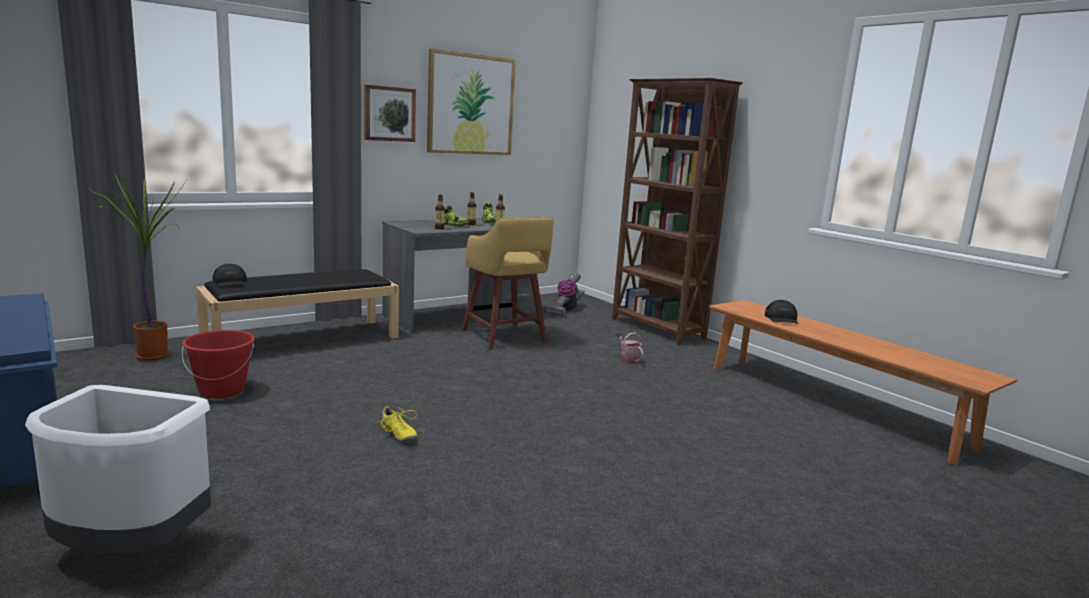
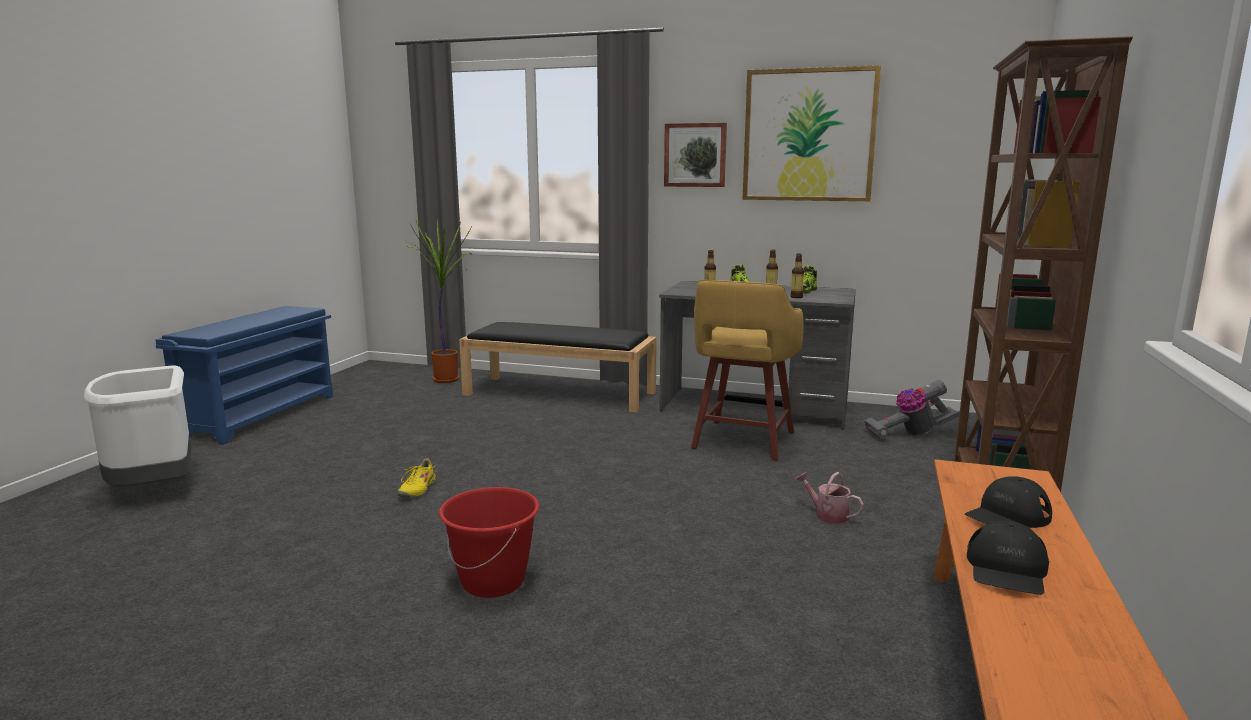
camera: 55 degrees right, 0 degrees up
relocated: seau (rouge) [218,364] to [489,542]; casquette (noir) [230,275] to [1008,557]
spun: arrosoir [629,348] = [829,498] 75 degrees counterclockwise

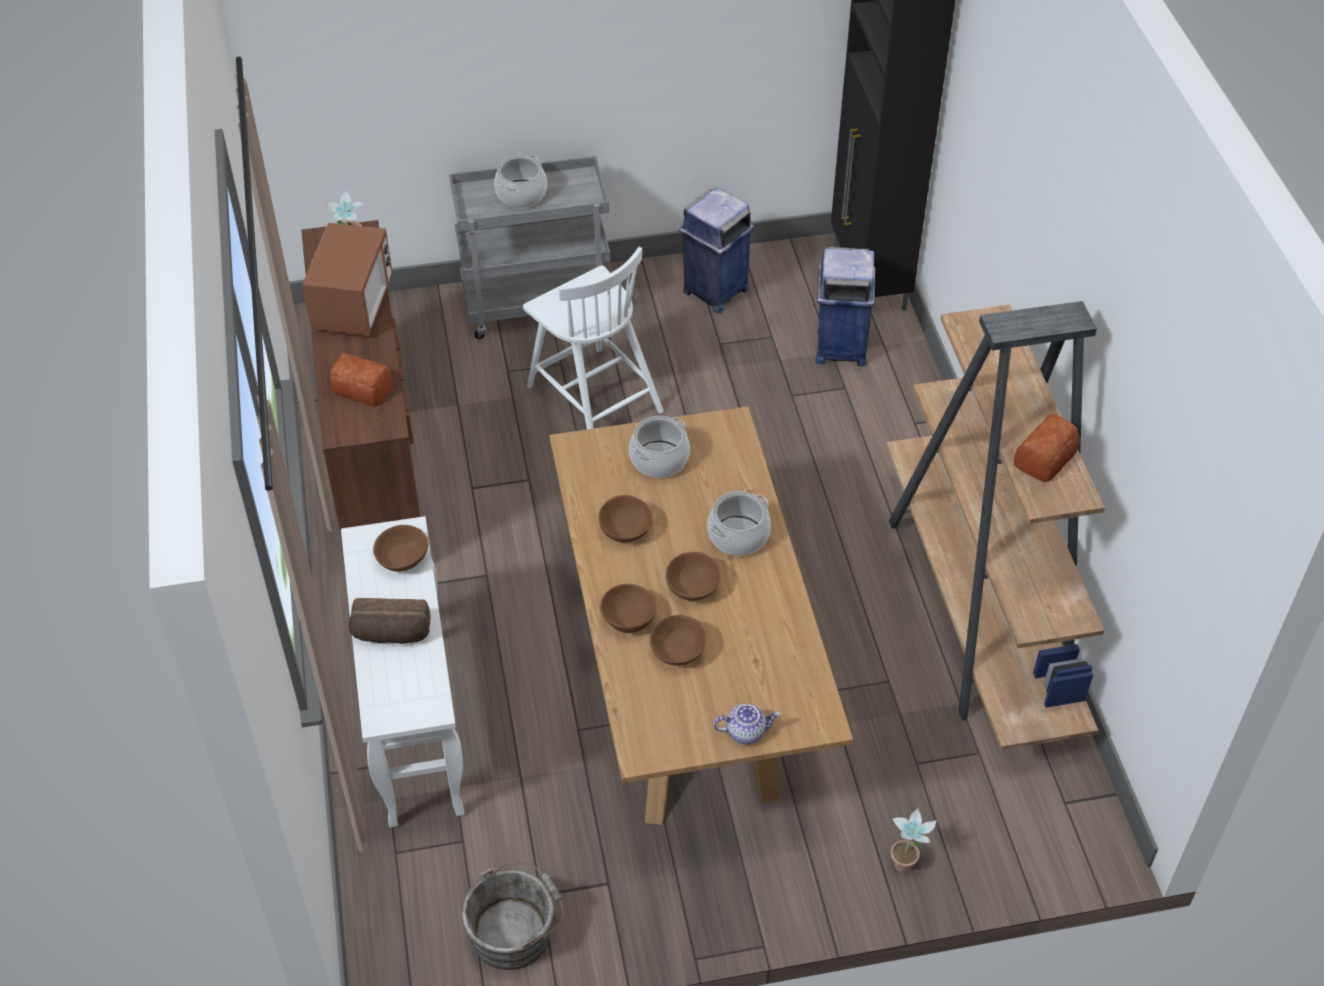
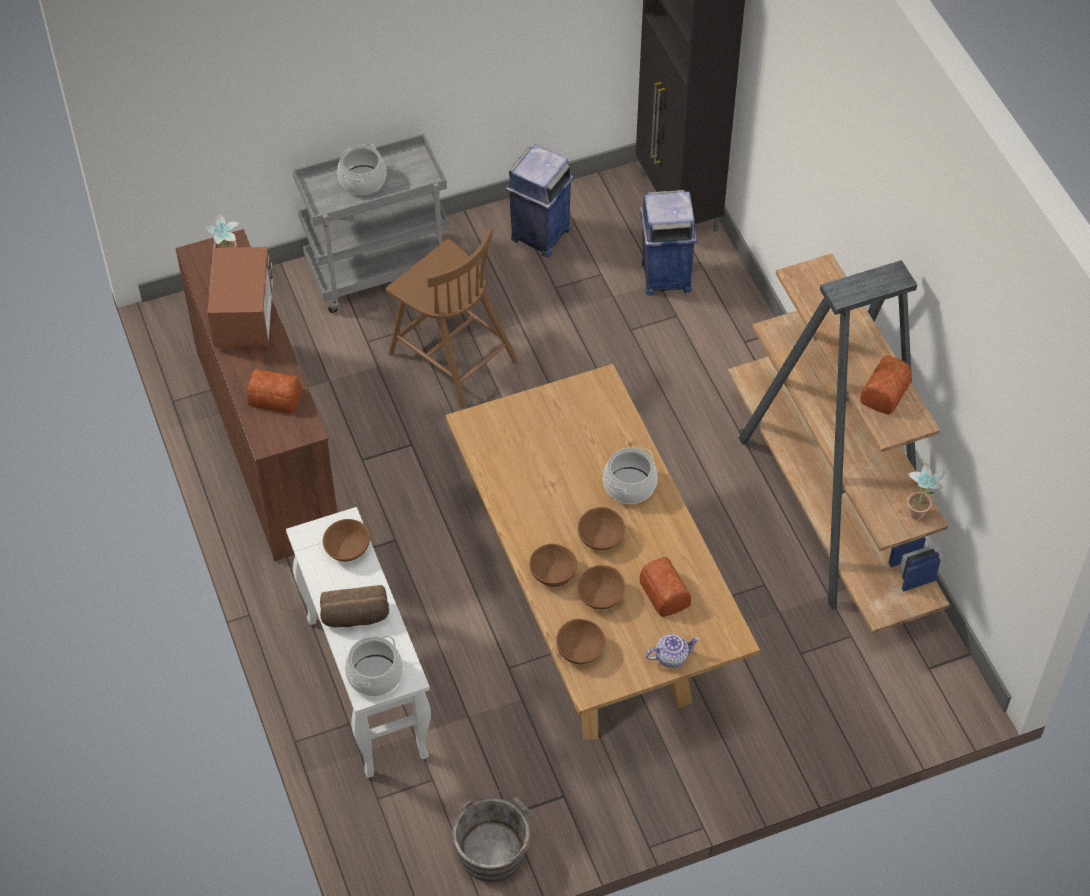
camera: 10 degrees left, 5 degrees up
appeared: pain [665,587]
relocated: marmite [659,447] to [374,666]; bol (marron) [626,518] to [581,641]; plante en pot [913,840] to [925,491]
colour: chaise (blanc) [593,338] to chaise (marron) [452,317]

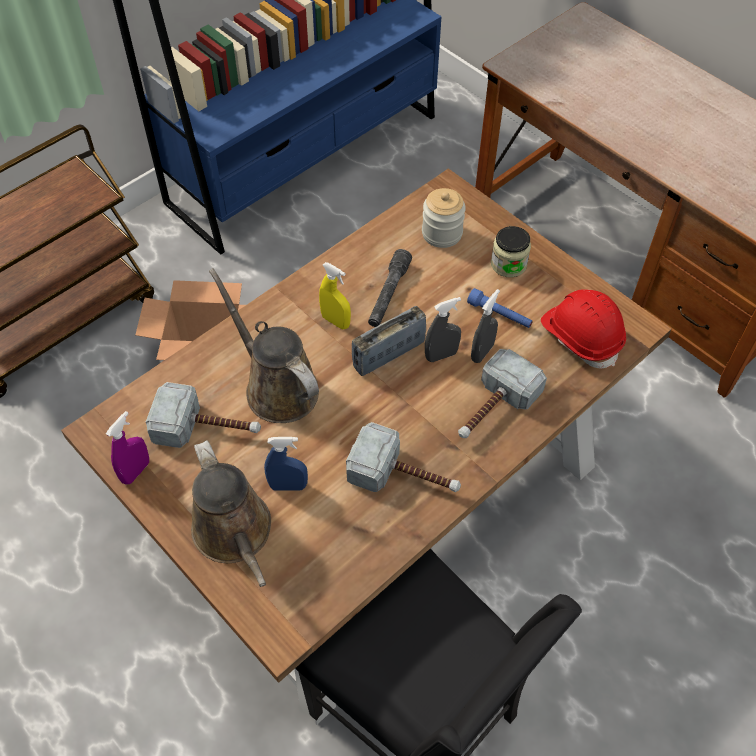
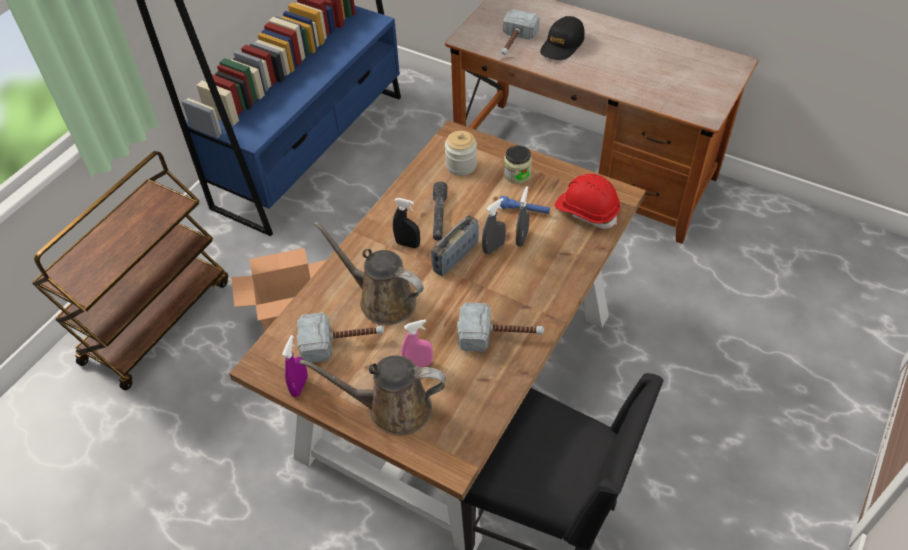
camera: 15 degrees left, 5 degrees down
appeared: casquette (noir) [562,38]
relocated: marteau [502,393] to [520,32]
colour: vaporisateur (jaune) [335,295] to vaporisateur (noir) [406,223]; vaporisateur (bleu) [286,464] to vaporisateur (rose) [417,343]
spun: arrosoir (marron) [231,513] = [372,395] 135 degrees clockwise

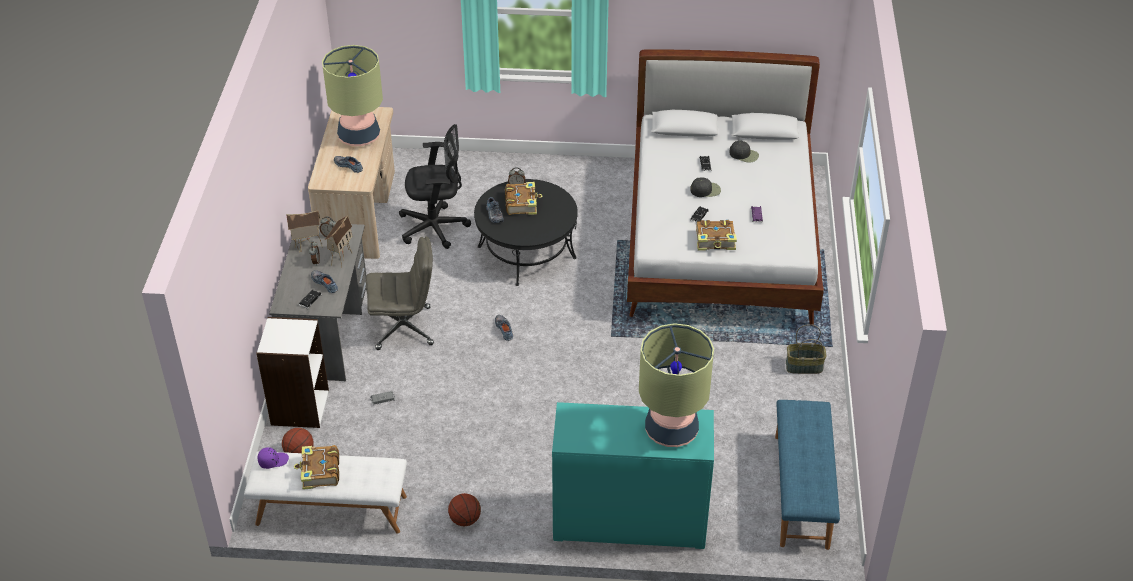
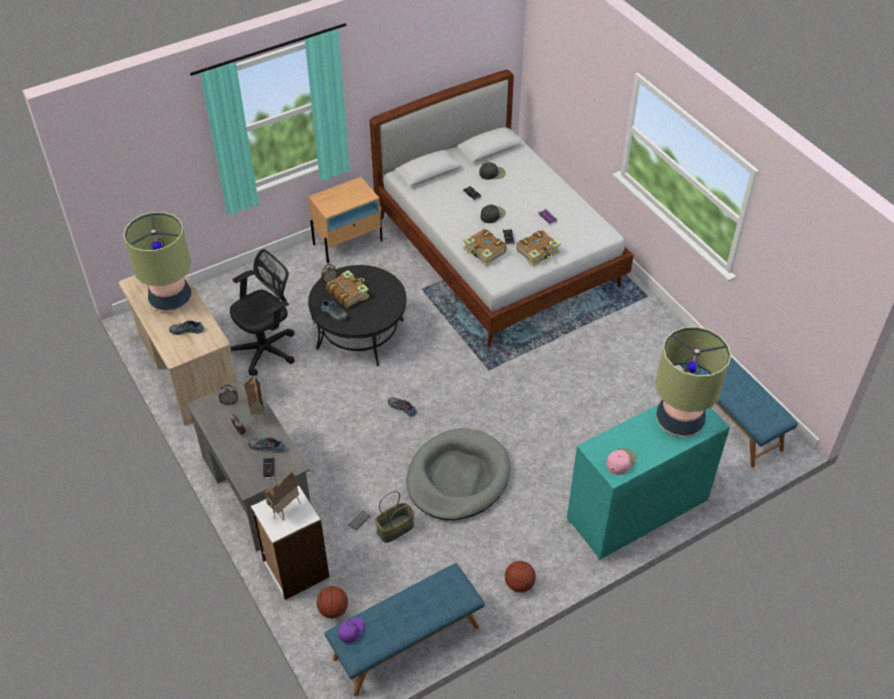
camera: 35 degrees left, 5 degrees up
missing: chaise de bureau (gris) [400,293]
appeared: table de chevet (beige) [345,220]; panier pour chien (gris) [458,474]; casquette (rose) [621,461]
relocated: maison miniature [304,231] to [282,496]; panier [806,349] to [394,517]; livre [316,467] to [484,247]
colour: banc (blanc) [325,492] to banc (bleu) [405,629]

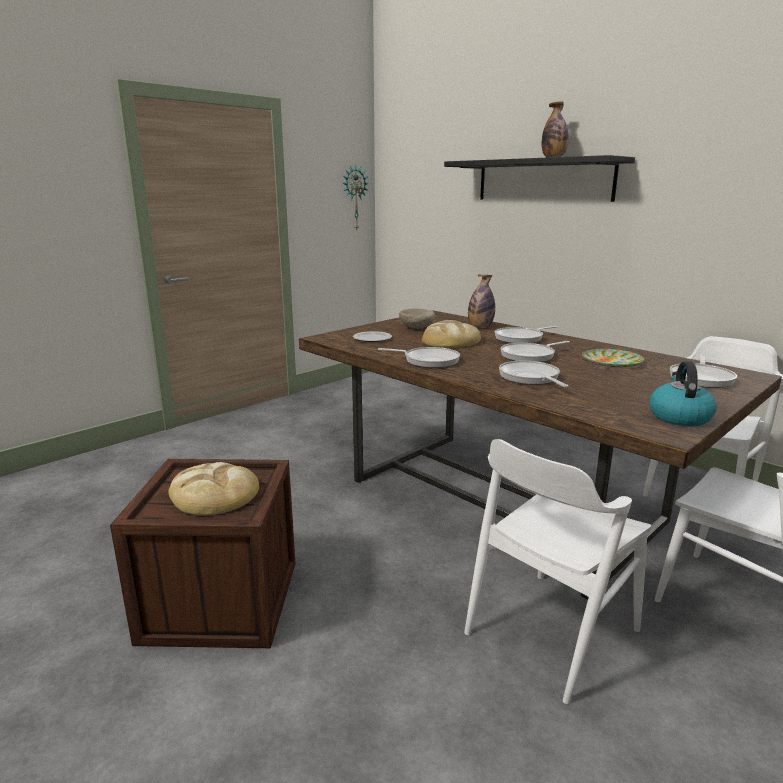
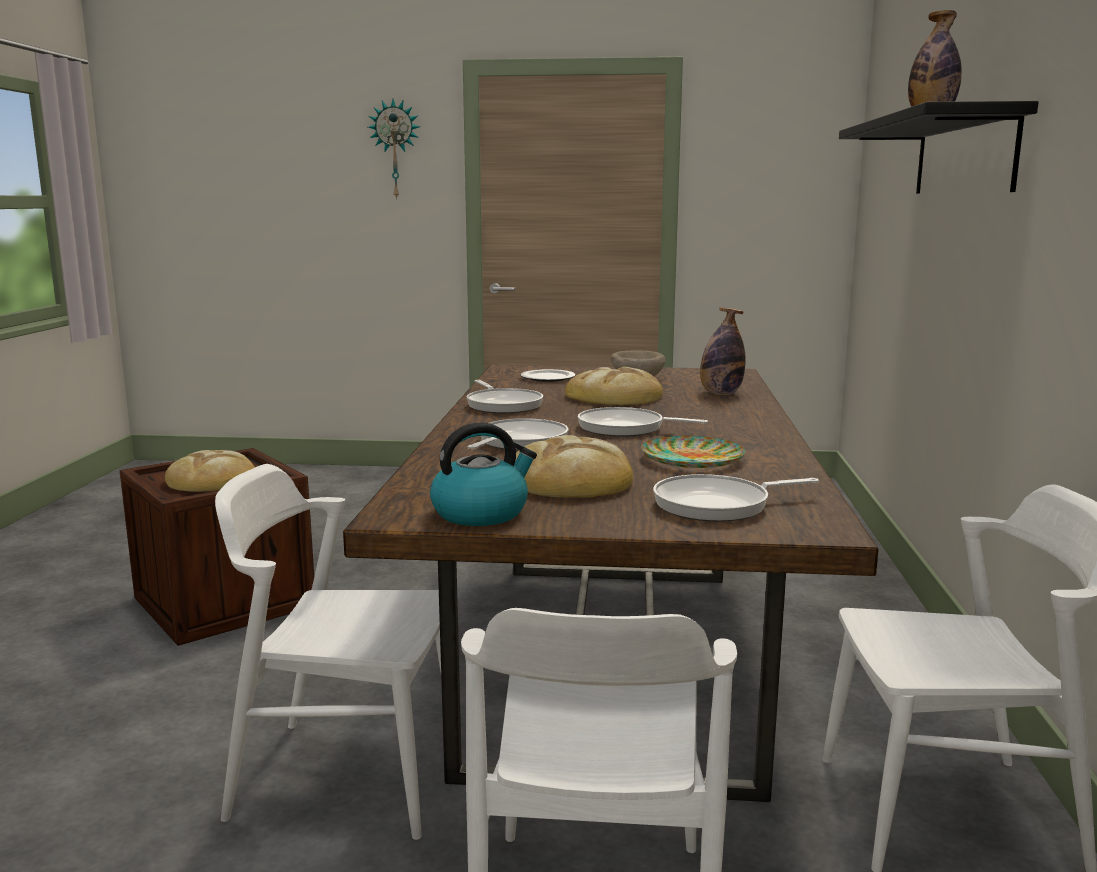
camera: 50 degrees right, 5 degrees down
missing: poêle [526,334]
appeared: pain [574,466]
relocated: horloge murale [355,197] to [394,149]

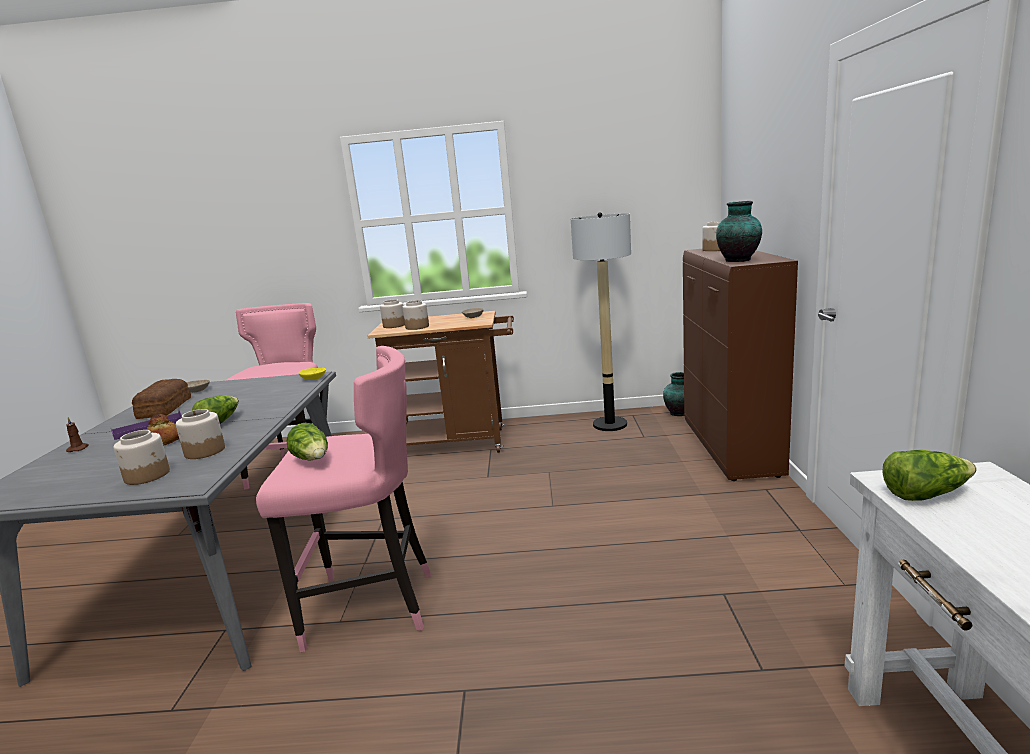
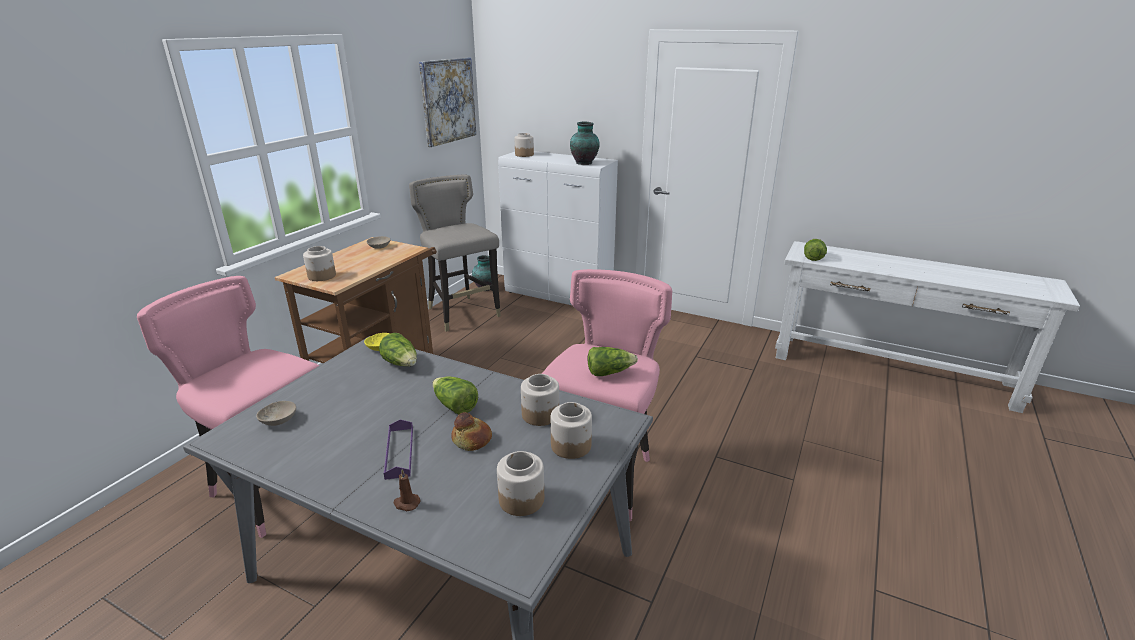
camera: 65 degrees left, 10 degrees up
missing: pain [161,399]
appeared: laitue [398,349]; tableau [447,102]
relocated: bocal [415,315] to [520,483]
exchanged: lampadaire [601,321] to tabouret (gris) [455,253]
colour: meuble de rangement (marron) [740,365] to meuble de rangement (blanc) [558,228]

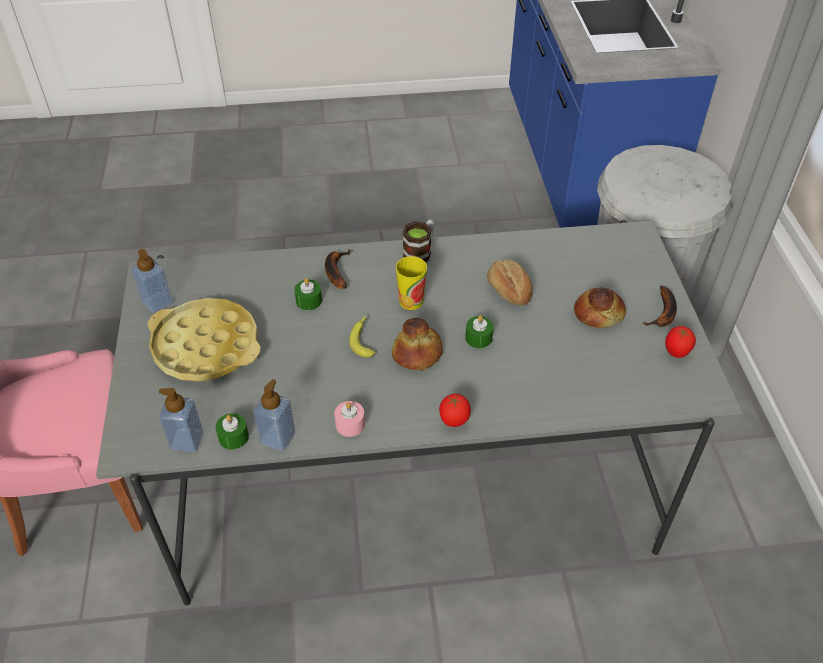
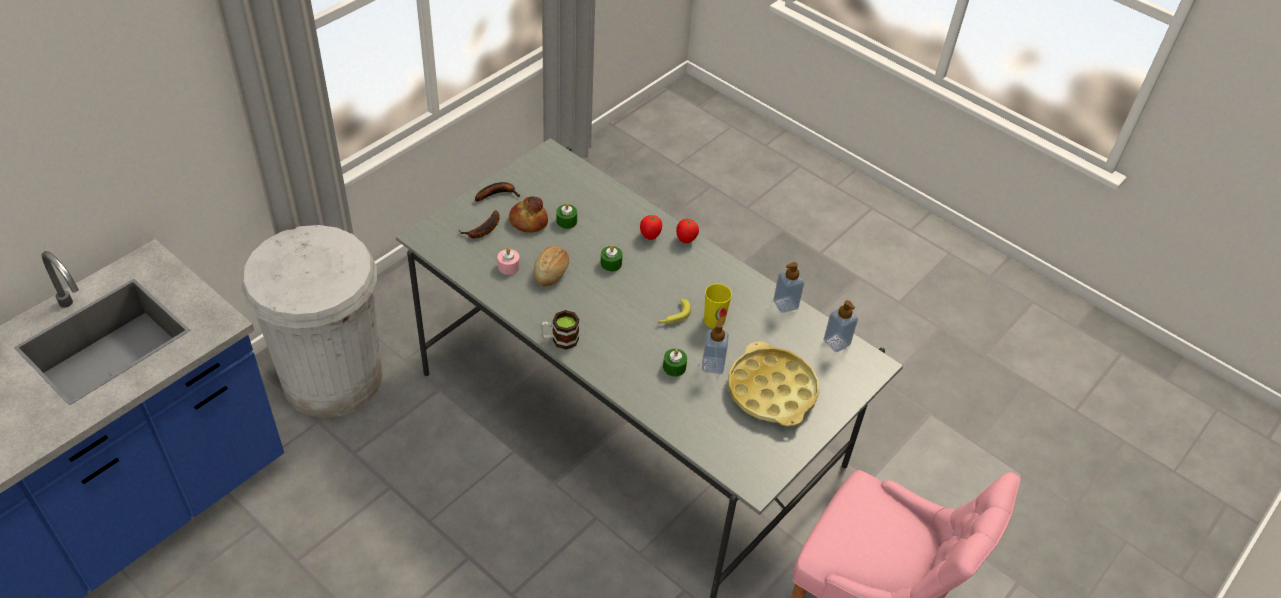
camera: 135 degrees left, 0 degrees up
missing: pain [417,344]
relocated: banane [338,269] to [479,224]; bougie (rose) [349,419] to [509,261]; bougie (vert) [232,431] to [566,216]; tomate [680,342] to [651,227]; distributeur de savon [152,281] to [715,346]; tasse [411,283] to [718,306]

